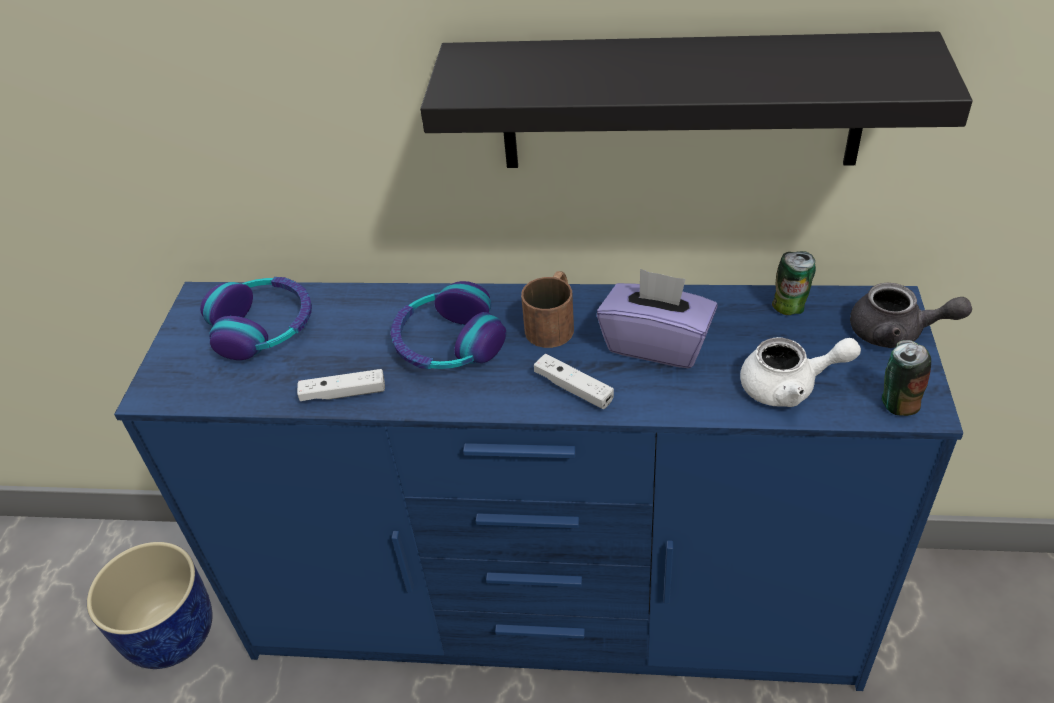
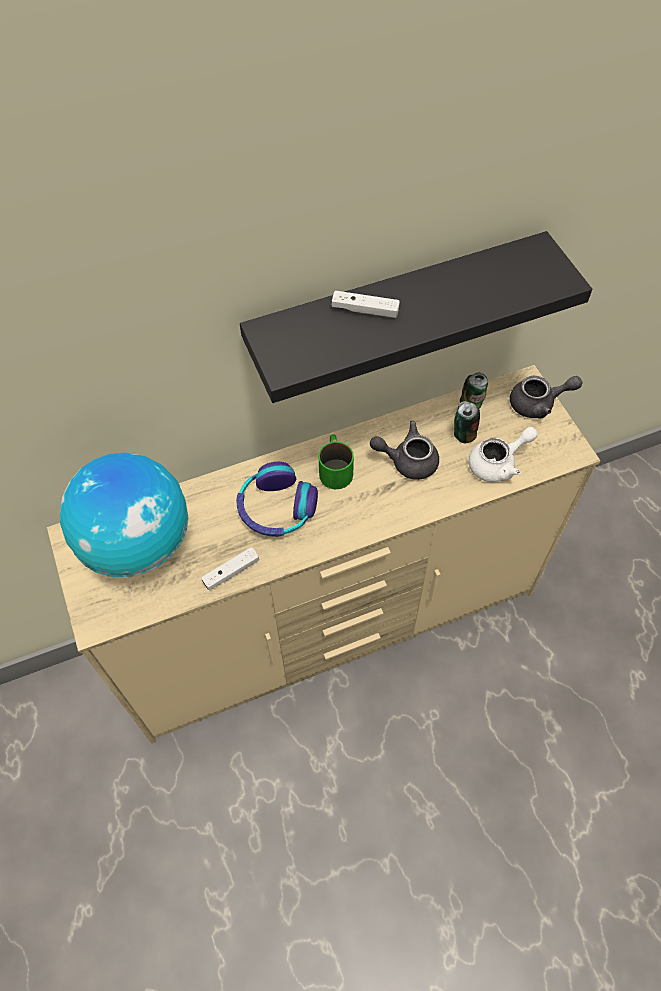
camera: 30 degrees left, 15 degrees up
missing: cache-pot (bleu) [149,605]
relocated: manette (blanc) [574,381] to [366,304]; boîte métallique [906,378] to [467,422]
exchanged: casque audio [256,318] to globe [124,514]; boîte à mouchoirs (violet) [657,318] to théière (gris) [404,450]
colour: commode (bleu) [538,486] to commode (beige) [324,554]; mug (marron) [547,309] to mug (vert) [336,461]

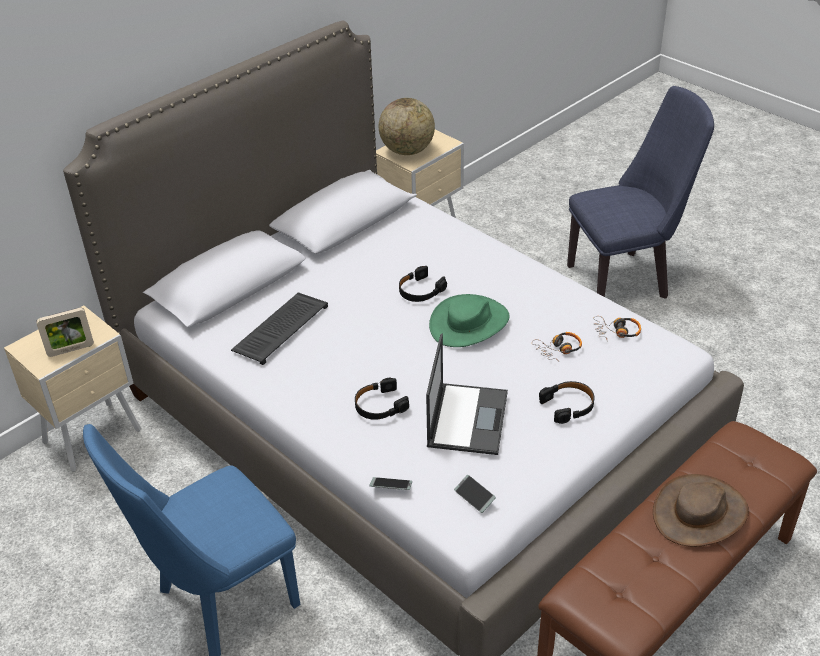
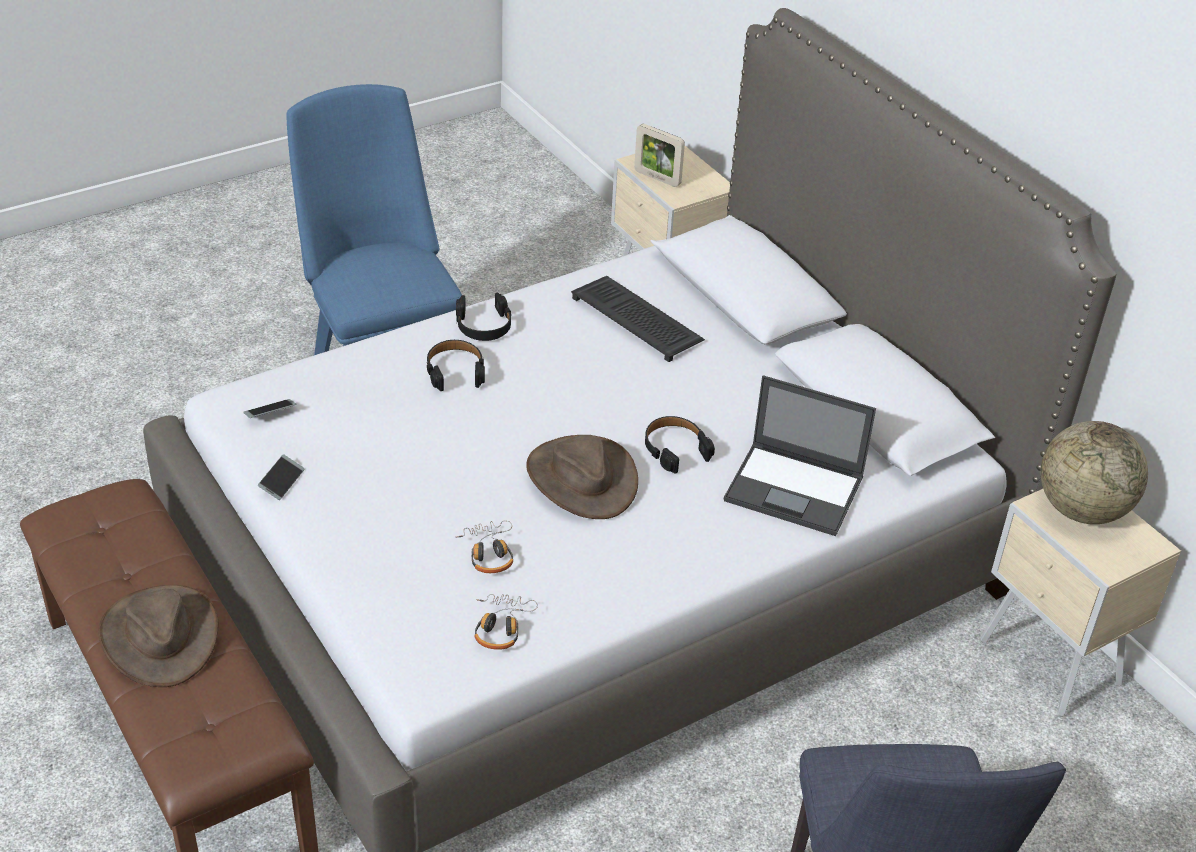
camera: 100 degrees right, 0 degrees up
relocated: téléphone [390,483] to [281,477]; casque audio (noir) [566,402] to [483,317]; ordinateur portable [467,394] to [800,455]
colour: chapeau (vert) [469,320] to chapeau (marron) [582,477]
spun: cadre photo [65,332] = [659,155] 45 degrees counterclockwise

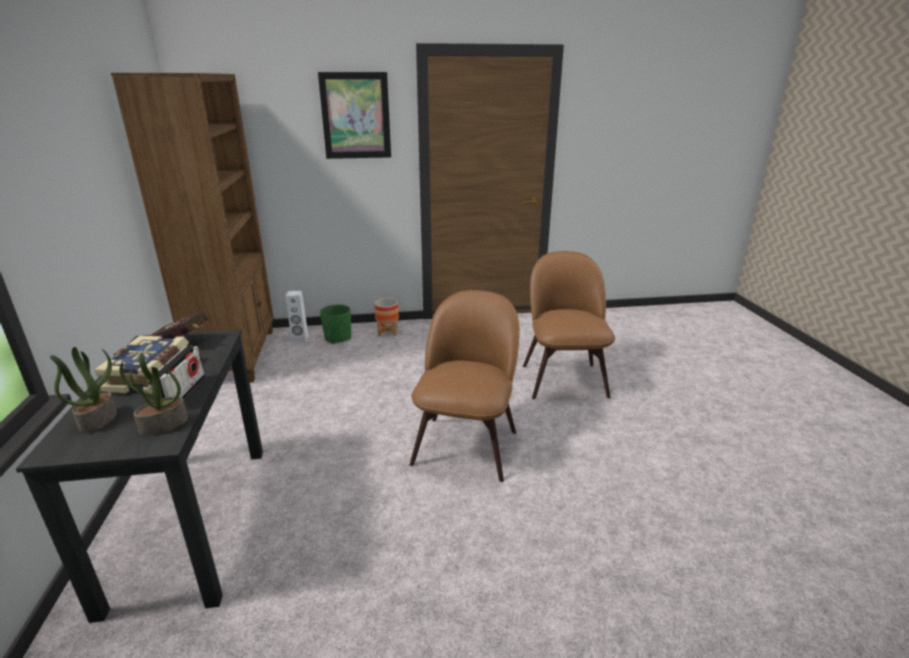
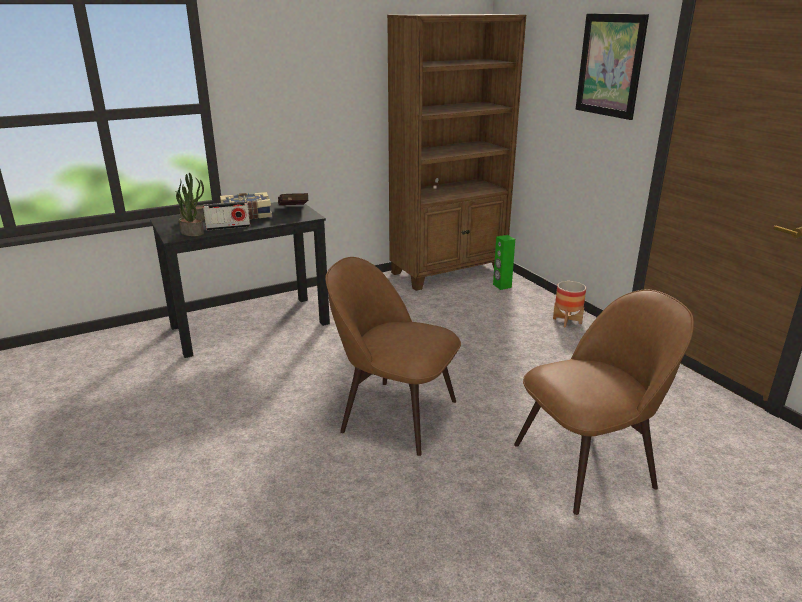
camera: 70 degrees right, 0 degrees up
missing: cache-pot (vert) [335,324]
colour: enceinte (blanc) [297,316] to enceinte (vert) [504,262]
spun: chaise (marron) [464,386] = [393,356] 150 degrees counterclockwise

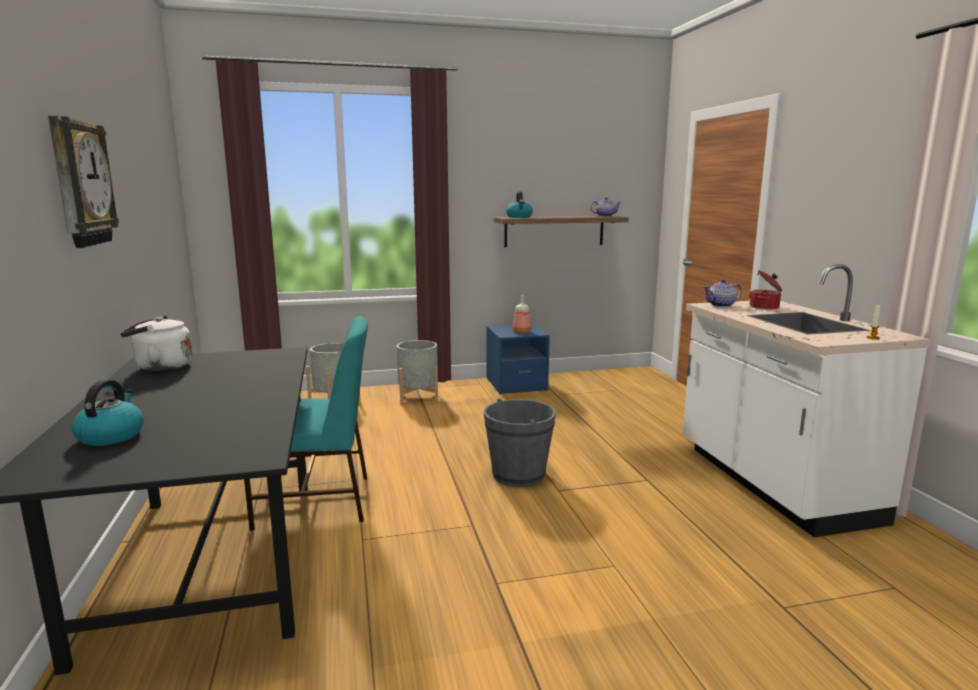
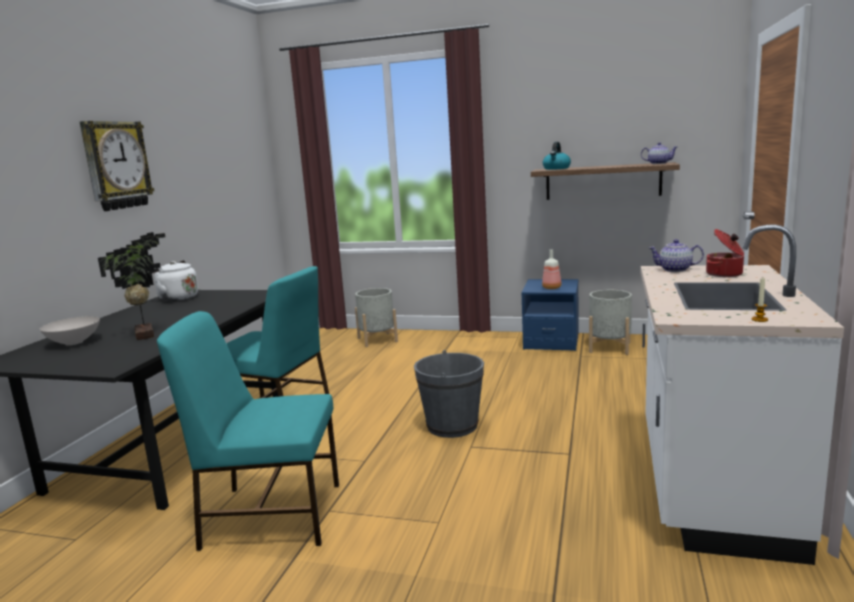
camera: 30 degrees right, 0 degrees up
appeared: plante en pot [132,286]; chaise (turquoise) [248,431]
relocated: cache-pot (gris) [417,372] to [610,322]
exchanged: bouilloire [108,412] to bol (blanc) [70,330]

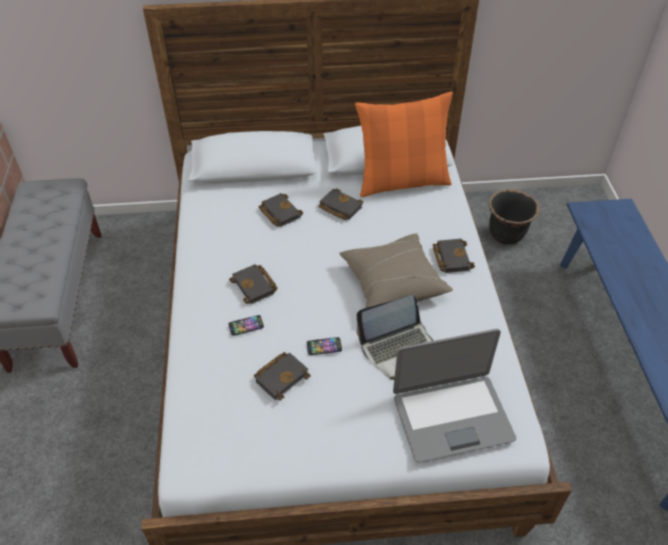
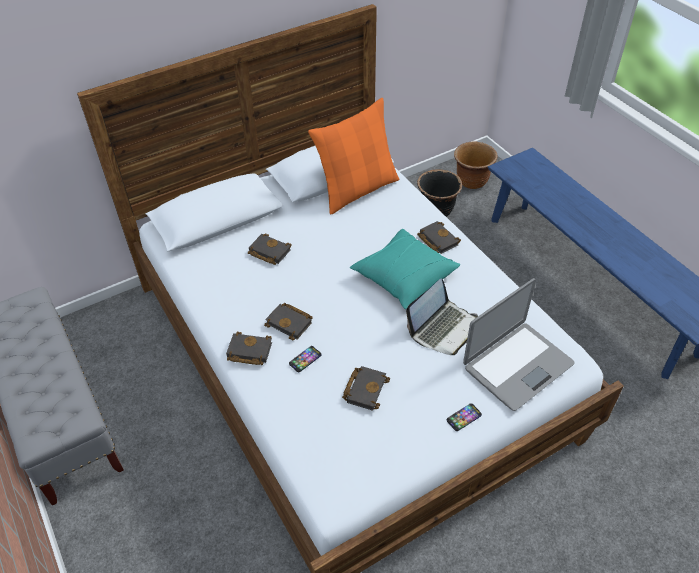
camera: 25 degrees left, 0 degrees up
appeared: cache-pot (marron) [476,165]
relocated: livre (noir) [341,204] to [249,348]; téléphone [324,346] to [464,417]
colour: coussin (beige) [396,270] to coussin (turquoise) [405,269]

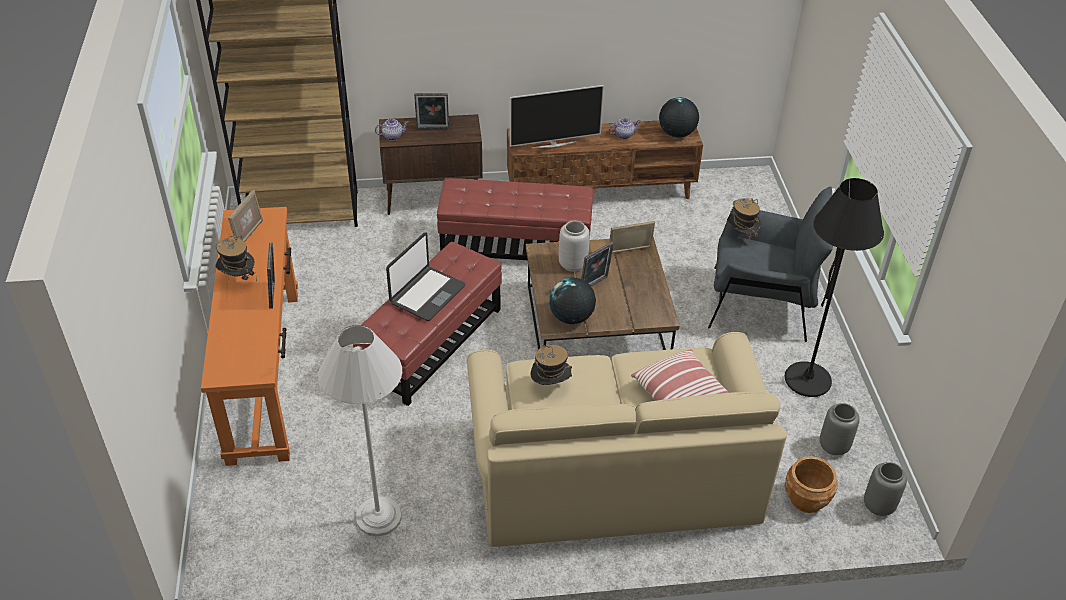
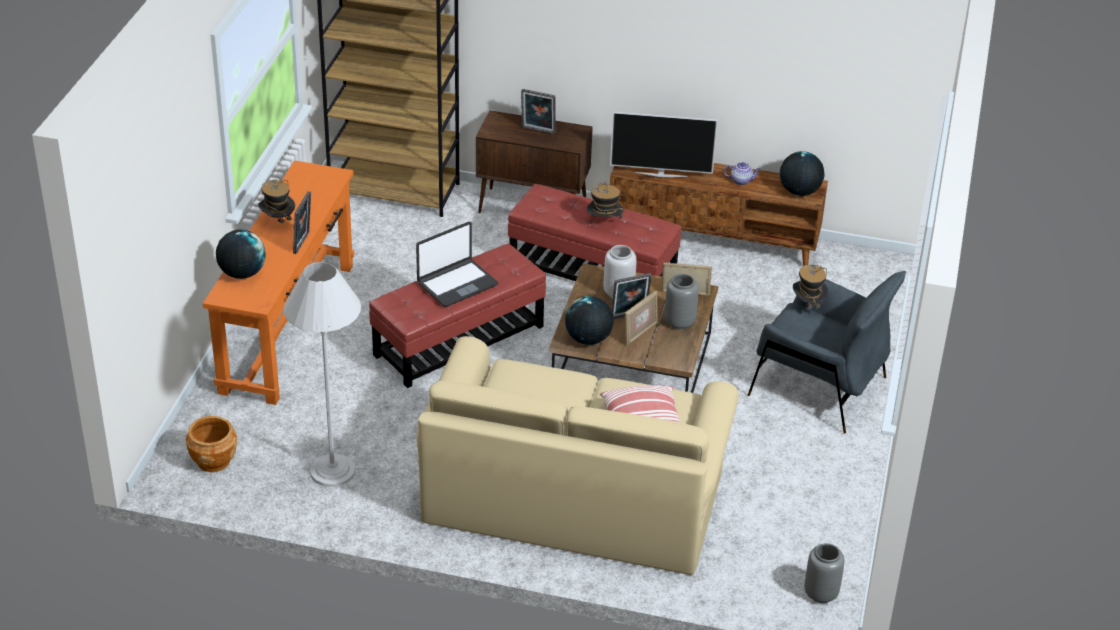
camera: 20 degrees right, 5 degrees down
missing: théière [391,129]; lampadaire (noir) [834,287]
appeared: globe [241,254]
relocated: cache-pot (marron) [811,484] to [211,444]; chapeau [551,363] to [605,200]; cadre photo [245,216] to [641,318]; vase (gris) [840,429] to [682,302]

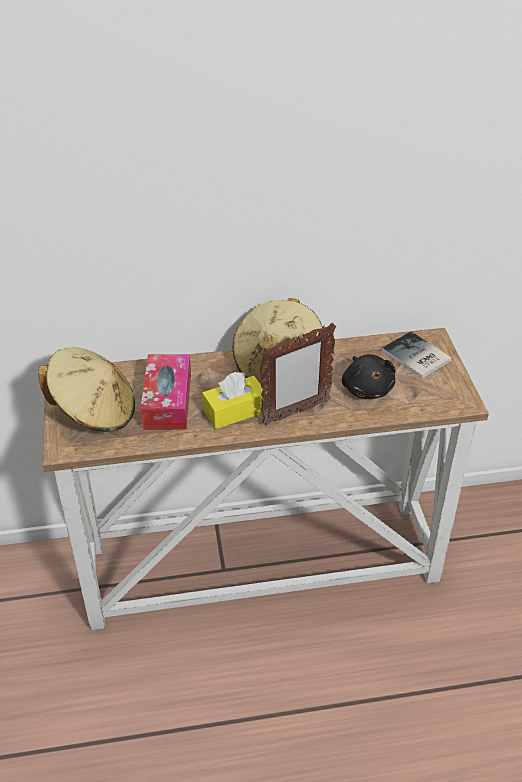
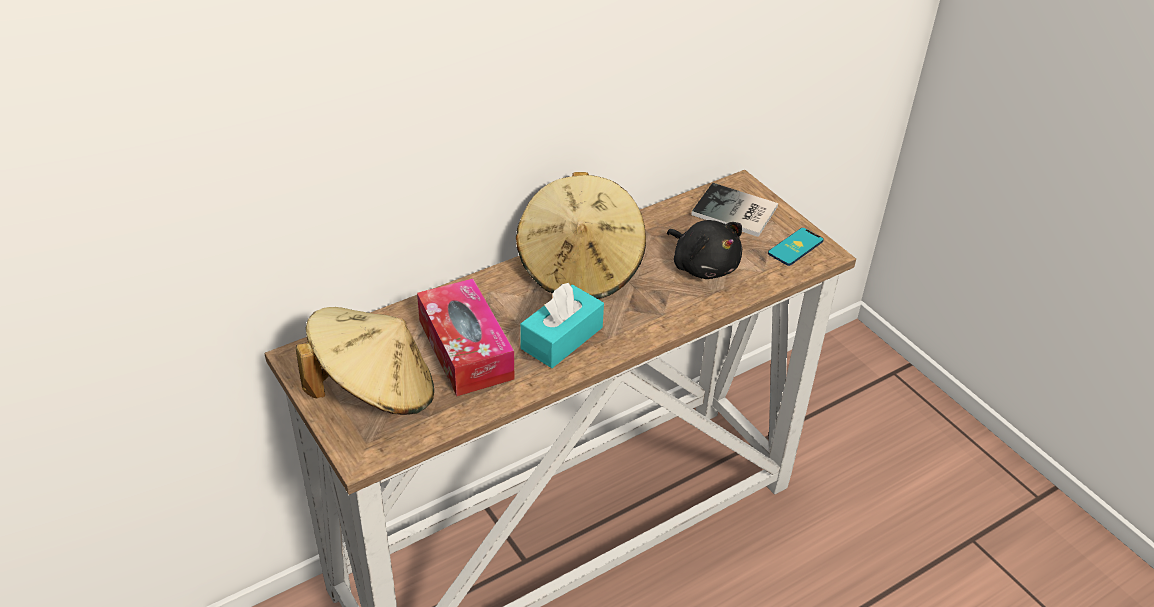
camera: 25 degrees left, 0 degrees up
missing: cadre photo [298,374]
appeared: téléphone [796,247]
colour: boîte à mouchoirs (jaune) [234,400] to boîte à mouchoirs (turquoise) [562,325]

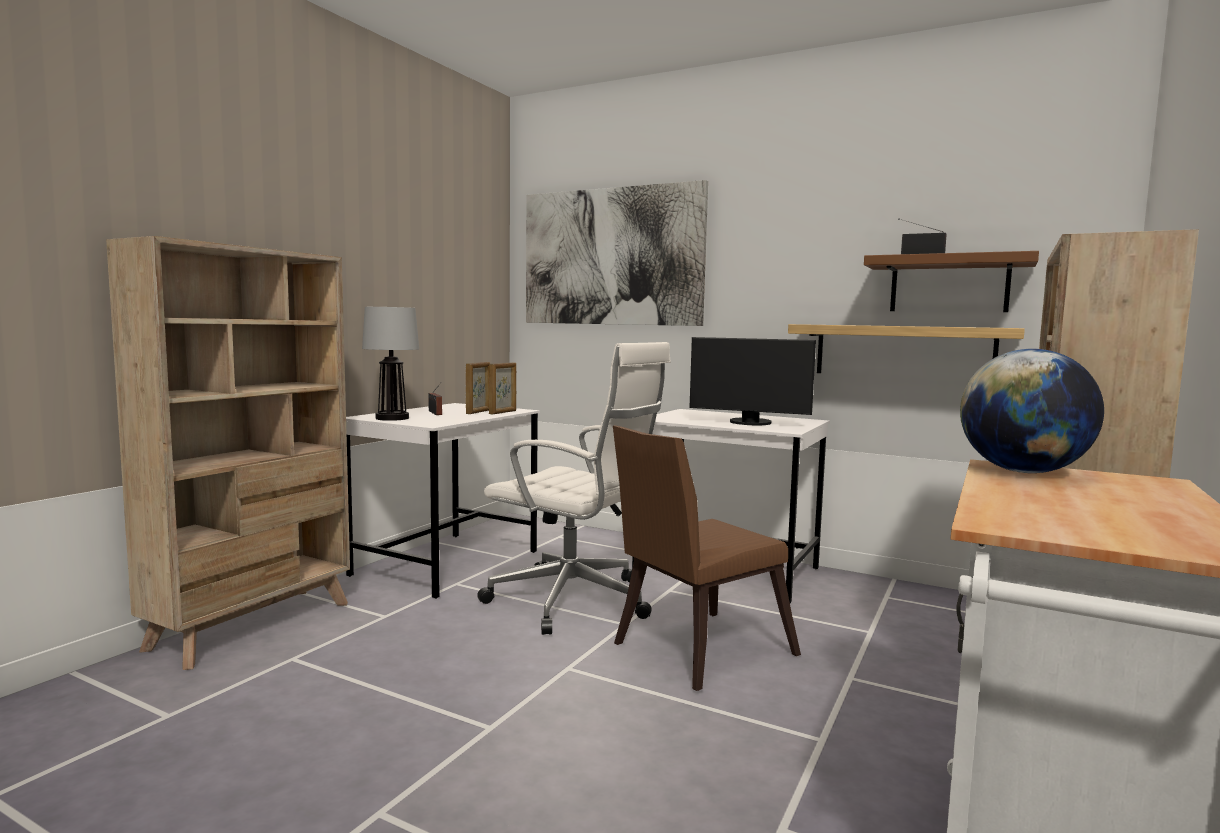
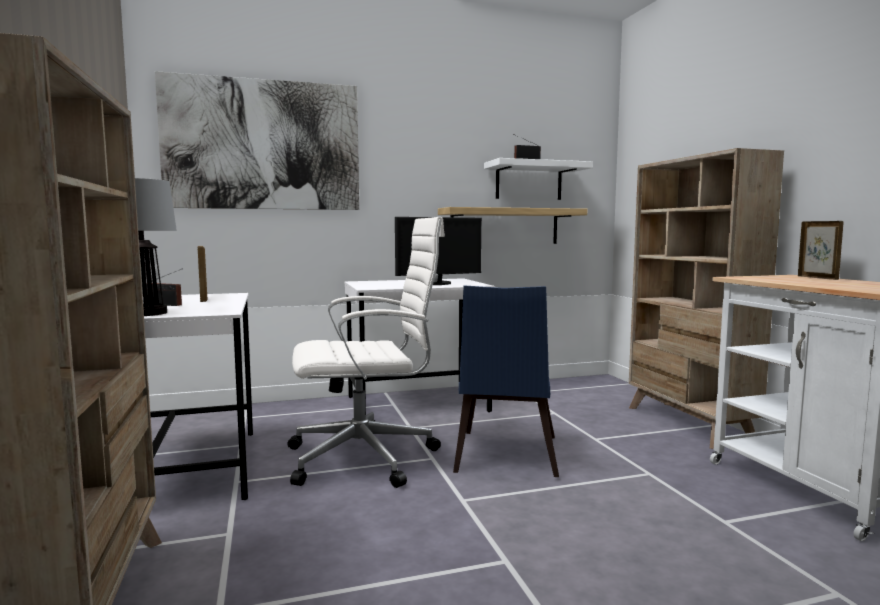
camera: 45 degrees left, 0 degrees up
missing: globe [1032,411]
relocated: cadre photo [502,388] to [821,250]
colour: chaise (marron) [707,558] to chaise (bleu) [506,381]; étagère (marron) [951,281] to étagère (blanc) [538,179]

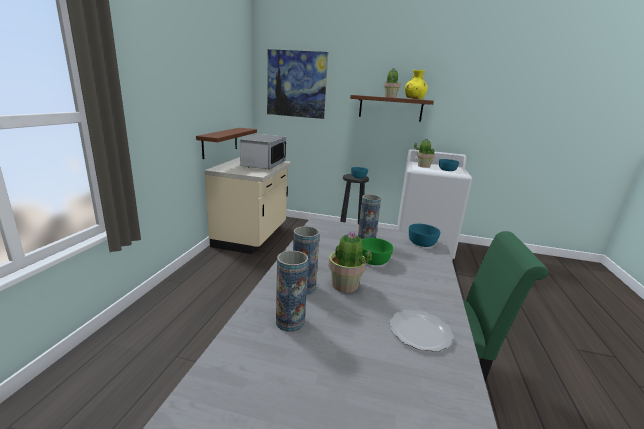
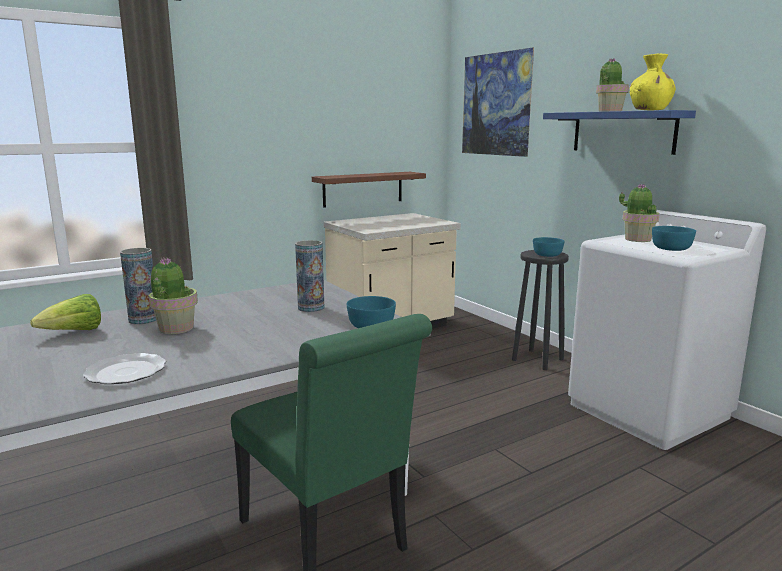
camera: 45 degrees right, 5 degrees down
missing: micro-ondes [263,151]; bol (vert) [377,251]
exchanged: vase [292,291] to laitue [65,312]
colour: étagère (marron) [392,108] to étagère (bleu) [619,132]

